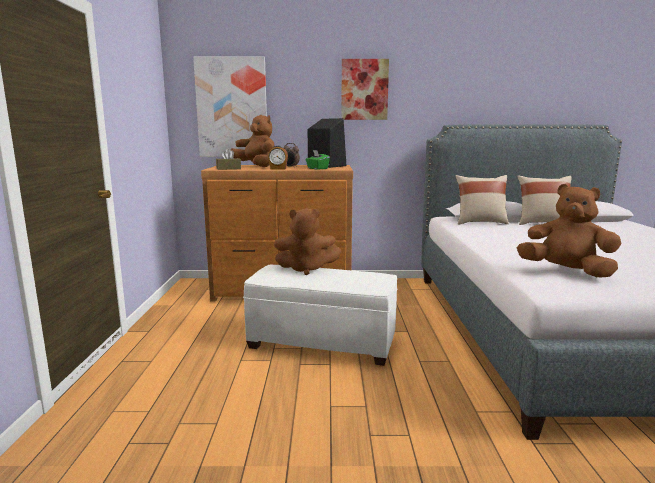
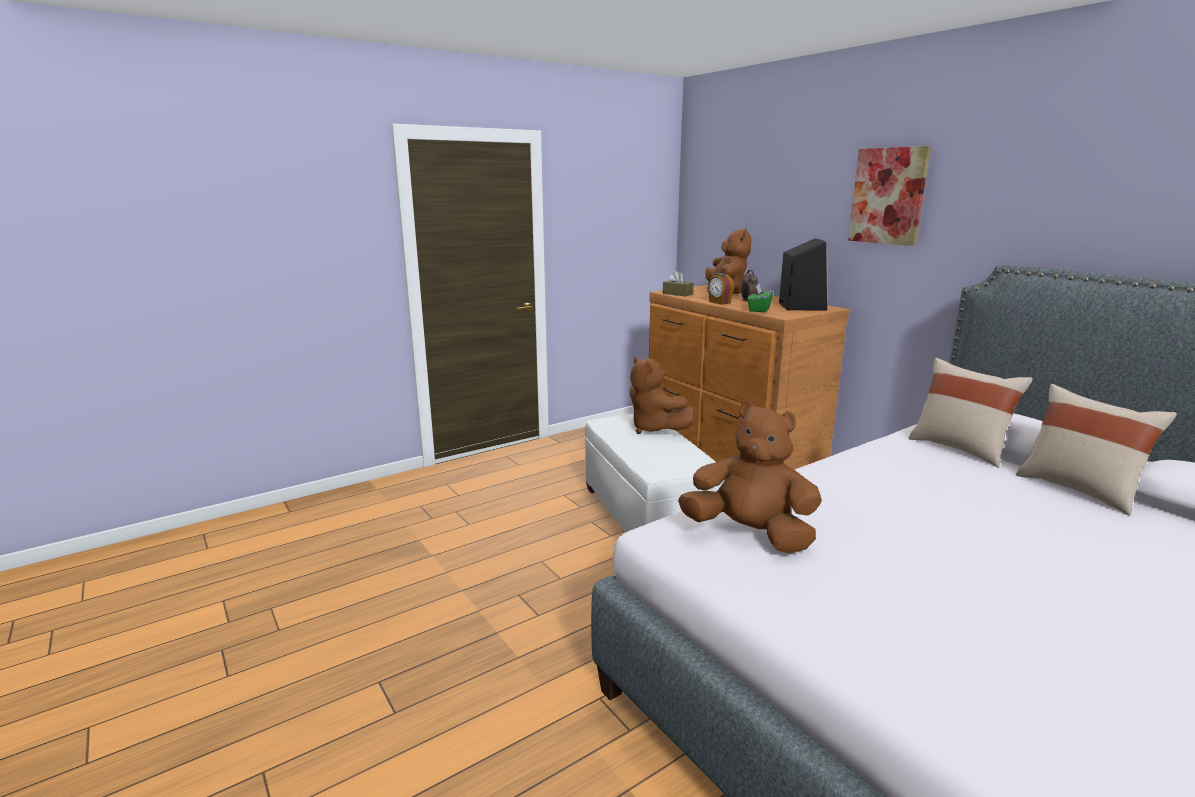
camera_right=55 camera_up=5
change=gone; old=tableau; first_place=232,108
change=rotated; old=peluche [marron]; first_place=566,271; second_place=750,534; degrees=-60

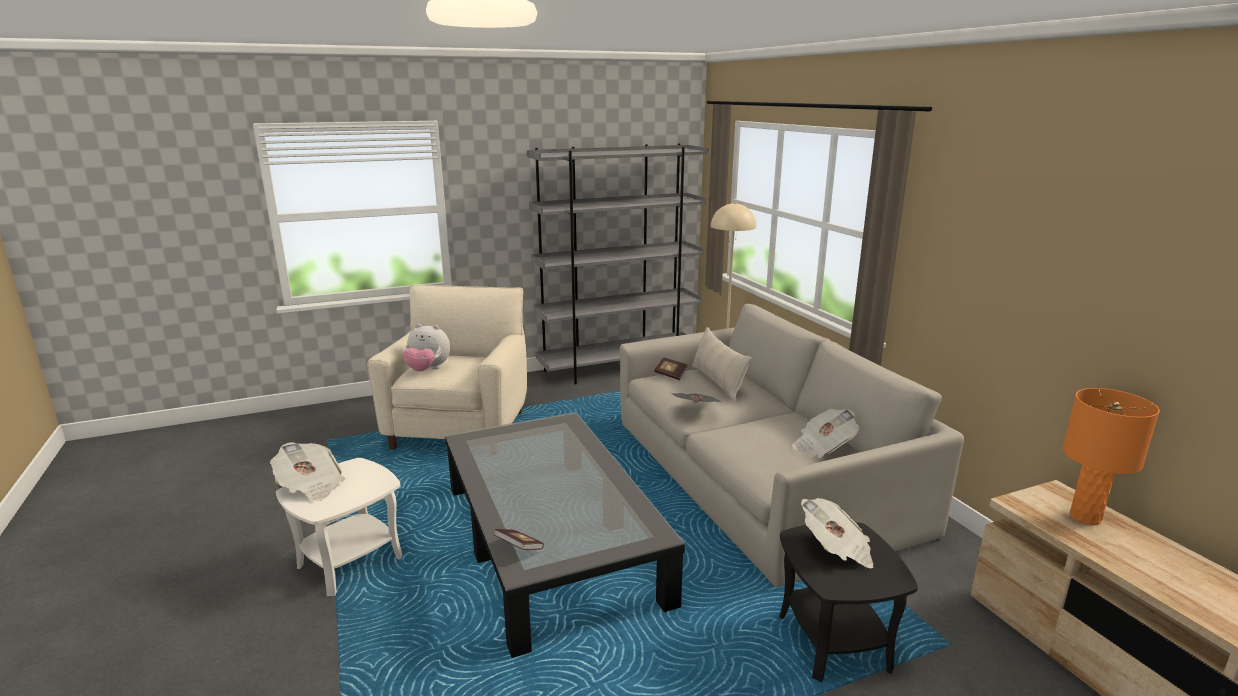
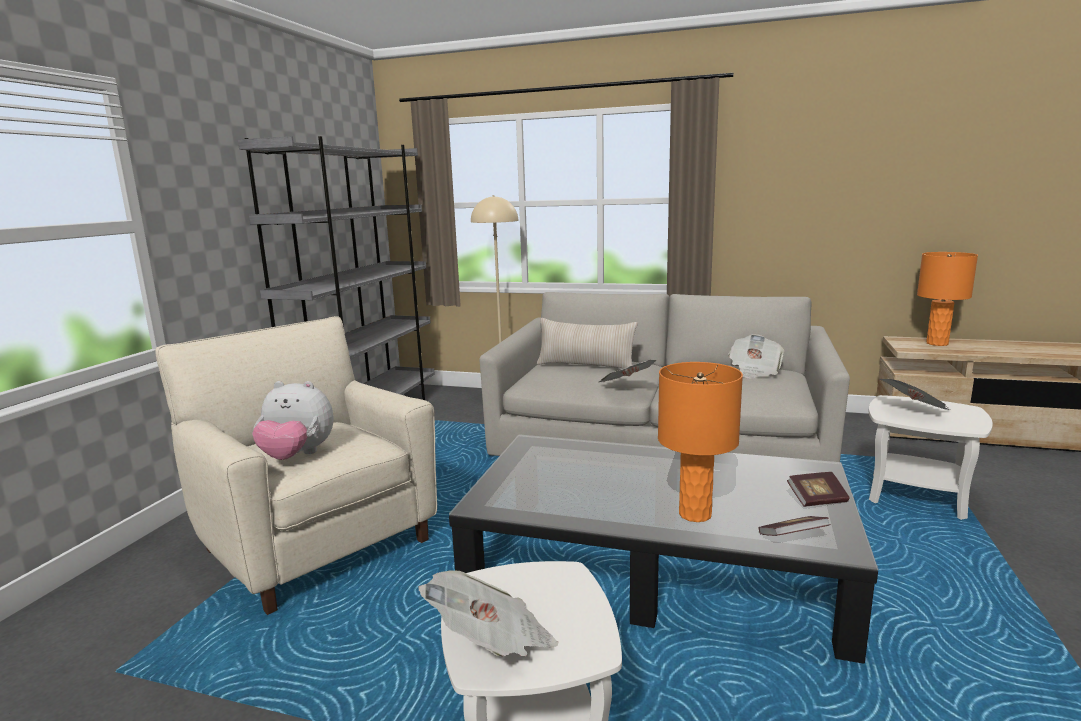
camera_right=-50 camera_up=-5
change=rotated; old=peluche; first_place=428,370; second_place=297,456; degrees=45
change=shifted; old=livre; first_place=671,374; second_place=817,500
change=repainted; old=table d'appoint [noir]; new=table d'appoint [blanc]; first_place=834,642; second_place=917,496
change=new; new=lampe de table [orange]; second_place=695,514

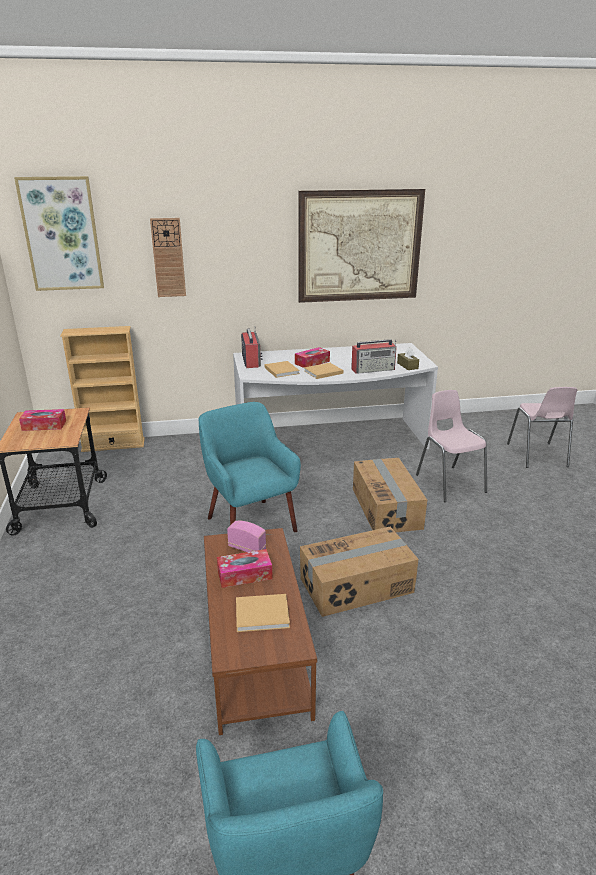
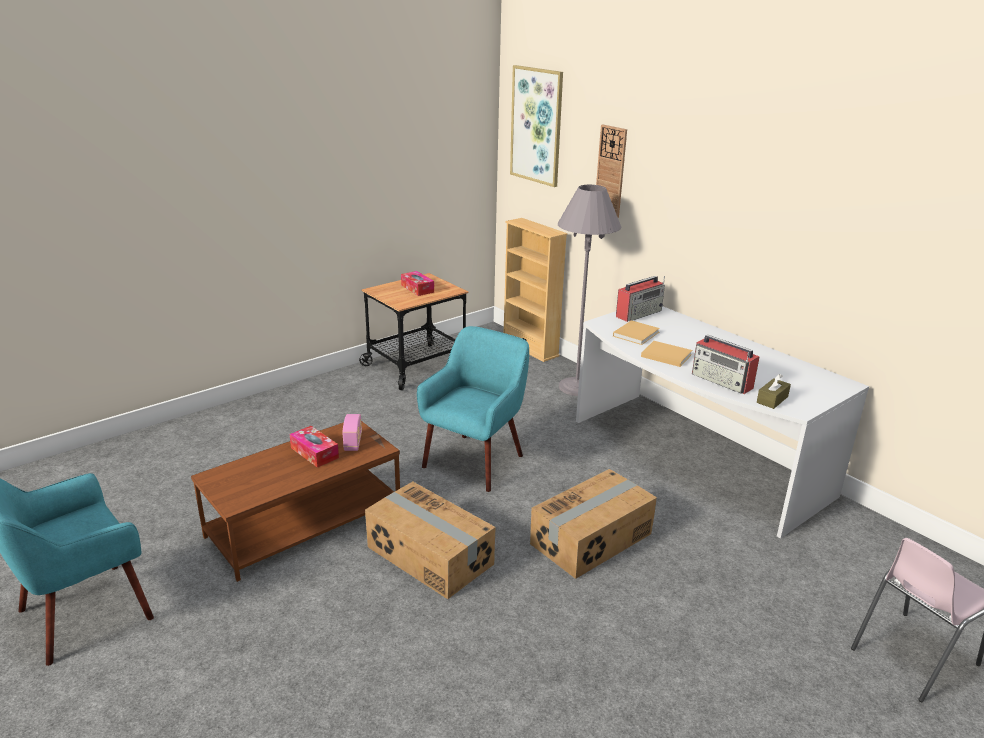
camera_right=60 camera_up=0
change=gone; old=tableau; first_place=359,246
change=gone; old=boîte à mouchoirs; first_place=312,362
change=gone; old=chaise [rose]; first_place=449,483
change=gone; old=livre [beige]; first_place=264,614
change=new; new=lampadaire [gris]; second_place=576,387

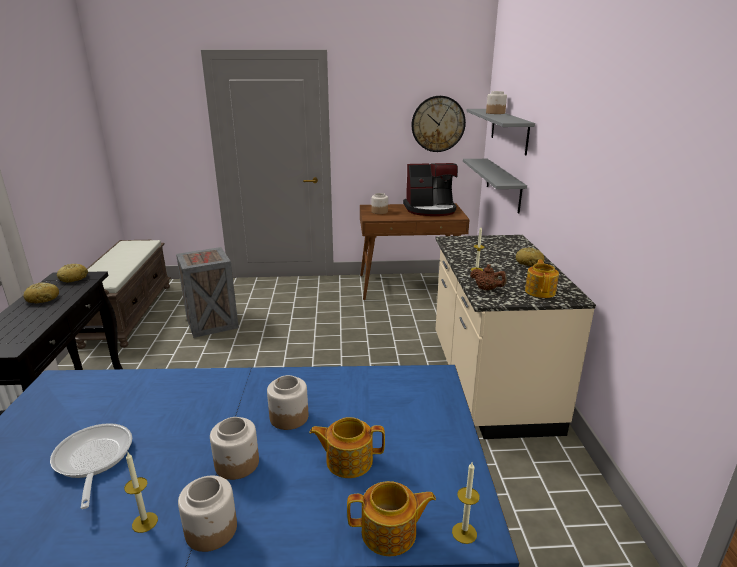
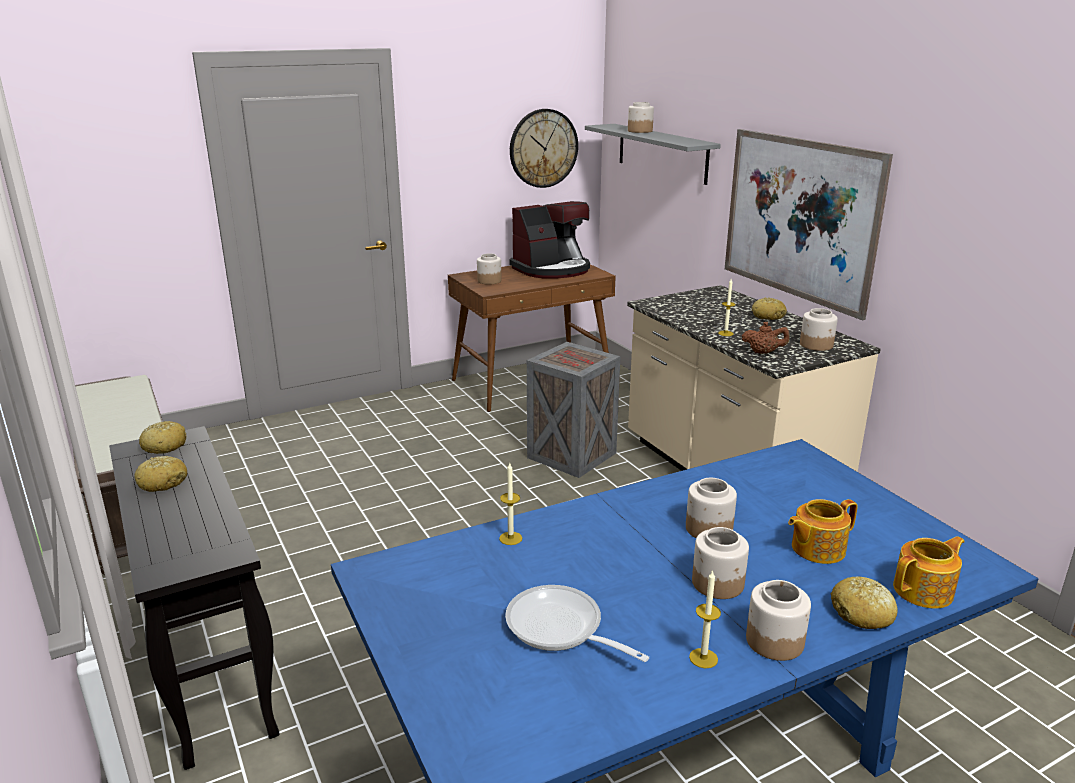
camera_right=-25 camera_up=0
change=gone; old=étagère [gris]; first_place=503,184
change=shifted; old=caisse; first_place=213,322; second_place=571,454
change=swapped; old=théière; new=bocal; first_place=540,291; second_place=816,345
change=shifted; old=bougie; first_place=464,533; second_place=510,538
change=new; new=tableau; second_place=799,218
change=new; new=pain; second_place=862,613

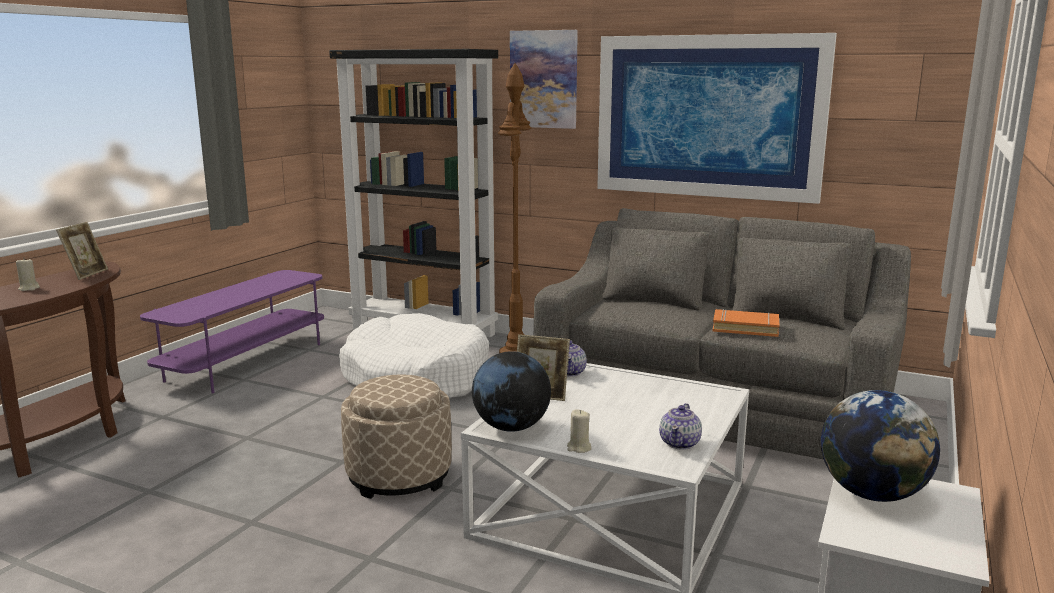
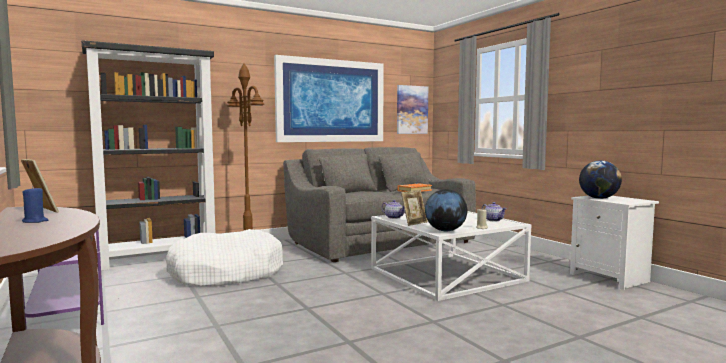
camera_right=-55 camera_up=-10
change=shifted; old=tableau; first_place=544,79; second_place=411,110
change=repainted; old=bougie [beige]; new=bougie [bleu]; first_place=29,288; second_place=35,221
change=gone; old=pouf [beige]; first_place=399,475

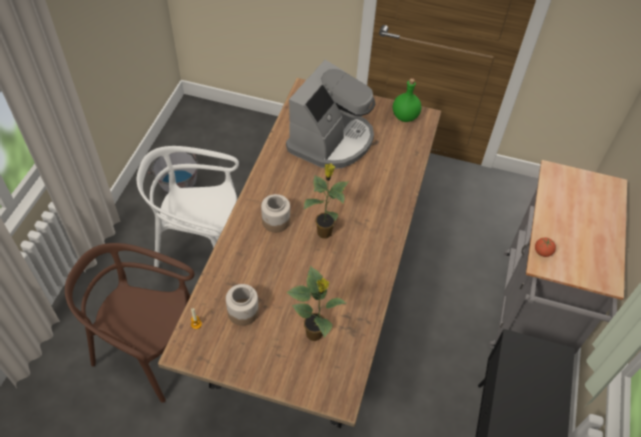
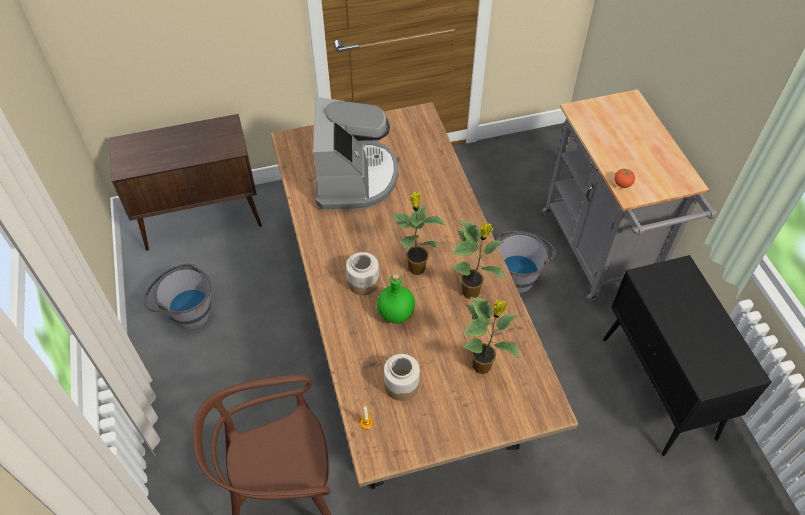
camera_right=-30 camera_up=0
change=shifted; old=bouteille [vert]; first_place=405,117; second_place=396,314
change=gone; old=chaise [blanc]; first_place=201,248
change=new; new=meuble de rangement [marron]; second_place=203,219
change=new; new=plante en pot; second_place=472,292
change=new; new=seau [gris]; second_place=519,273

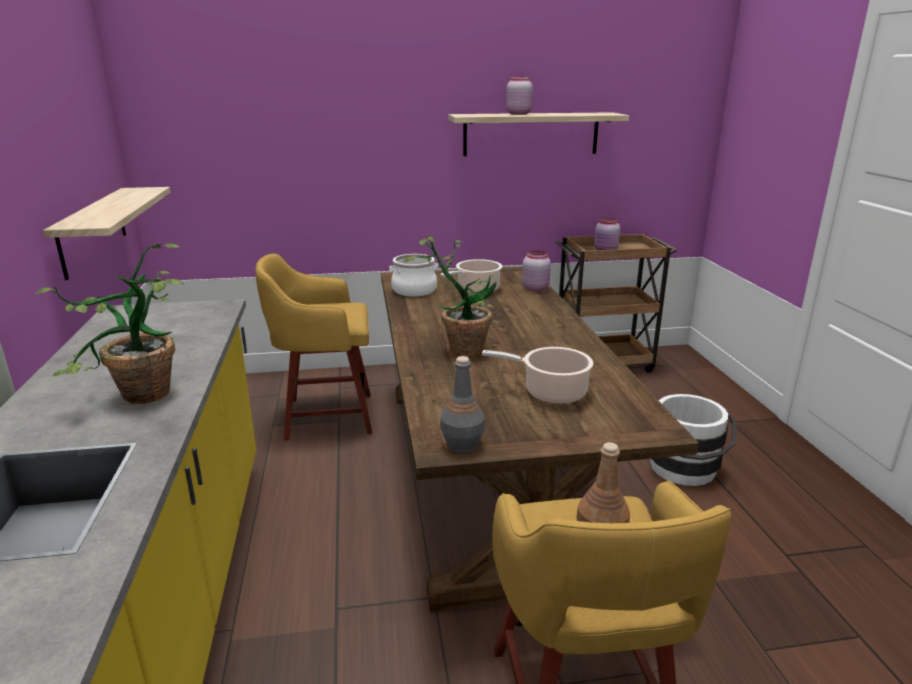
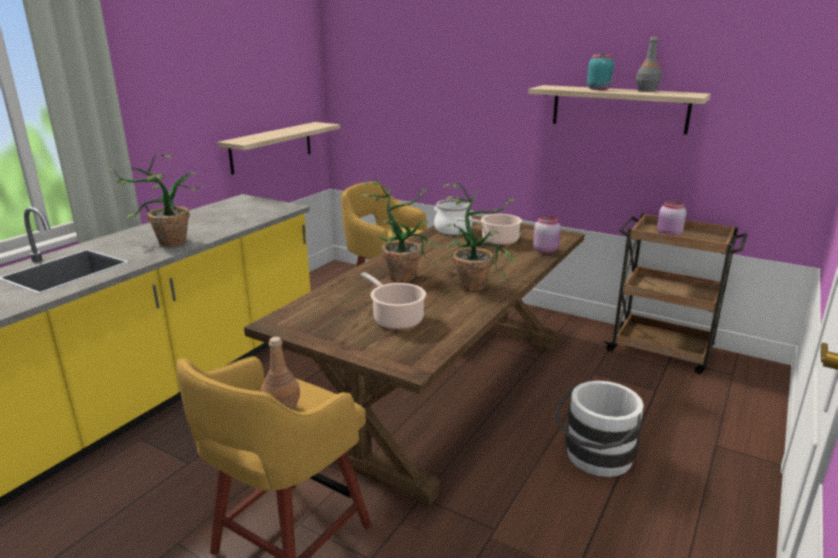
camera_right=40 camera_up=0
change=repainted; old=bocal [rose]; new=bocal [turquoise]; first_place=518,114; second_place=598,89
change=shifted; old=bouteille [gris]; first_place=462,444; second_place=646,91
change=new; new=plante en pot; second_place=476,283

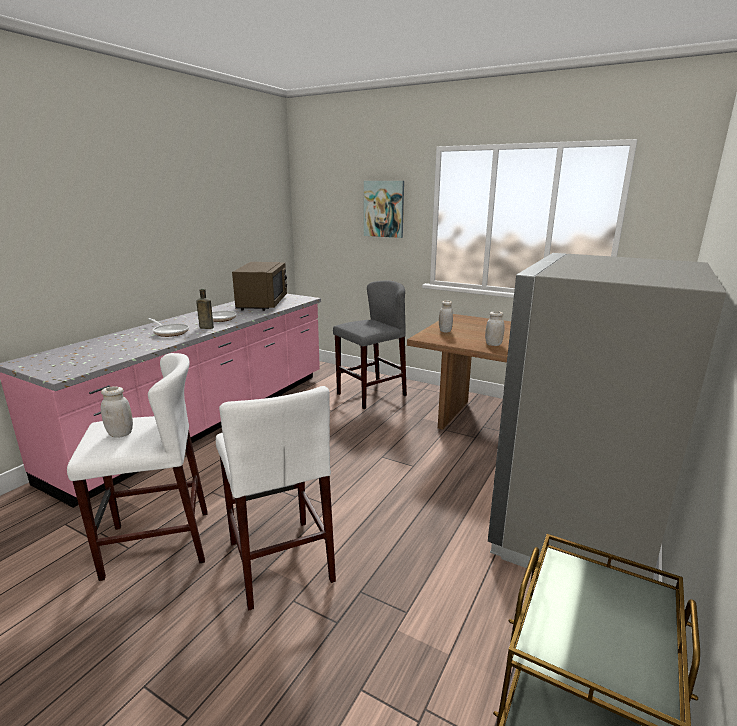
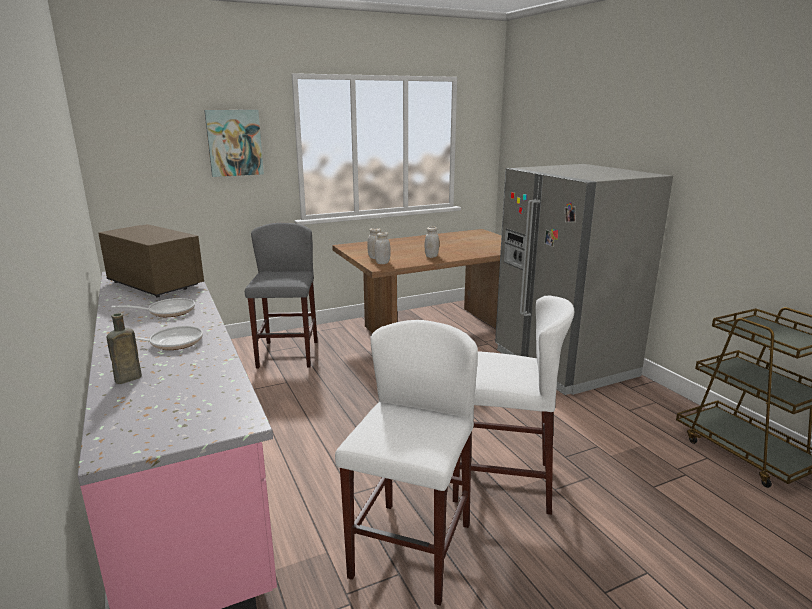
camera_right=-55 camera_up=0
change=shifted; old=bouteille [marron]; first_place=205,327; second_place=126,379
change=shifted; old=bocal [blanc]; first_place=120,434; second_place=382,263

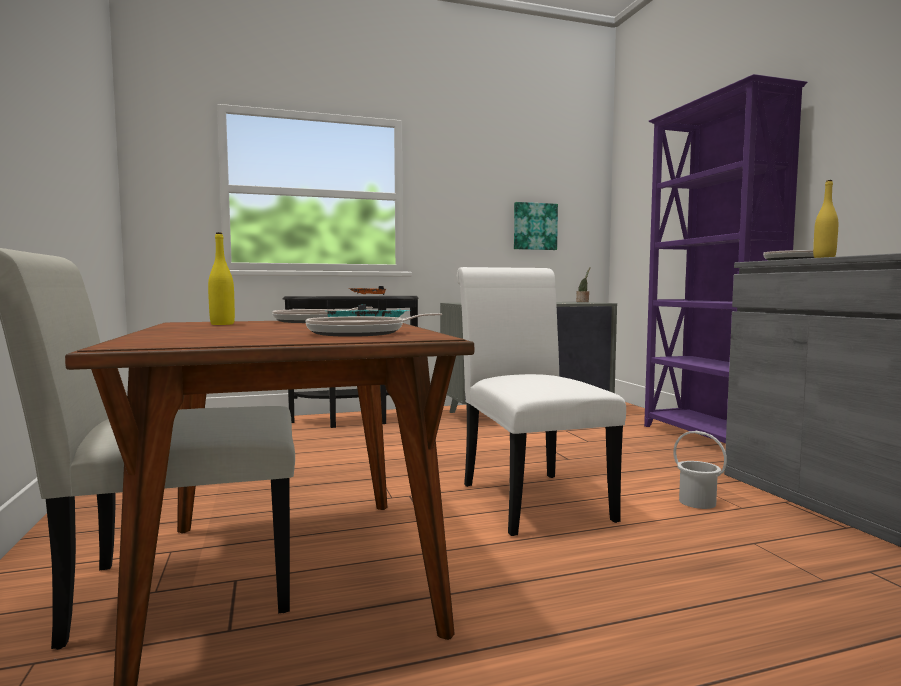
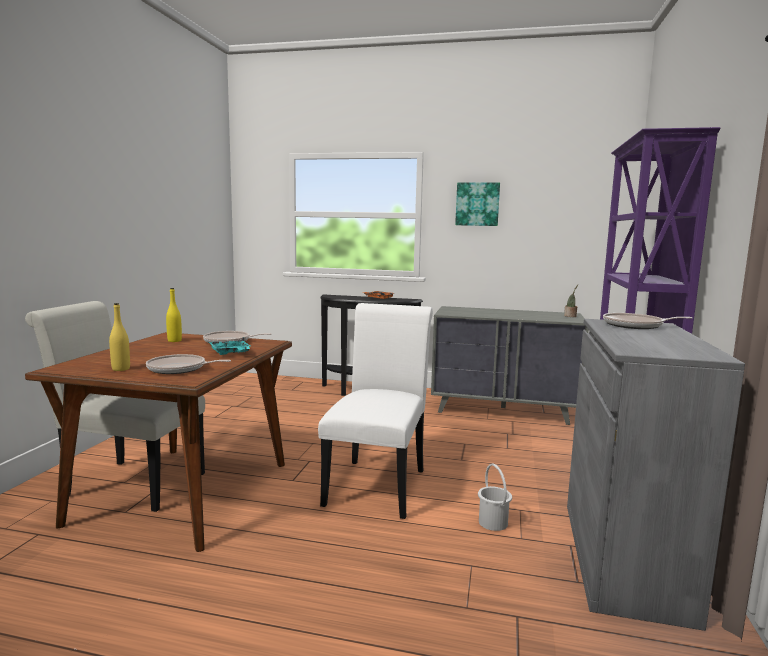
camera_right=30 camera_up=5
change=shifted; old=bouteille [jaune]; first_place=824,257; second_place=121,369
change=shifted; old=tableau; first_place=534,226; second_place=477,204

